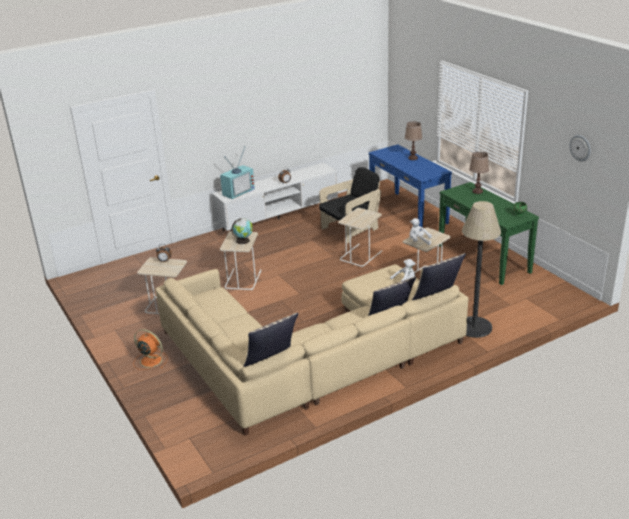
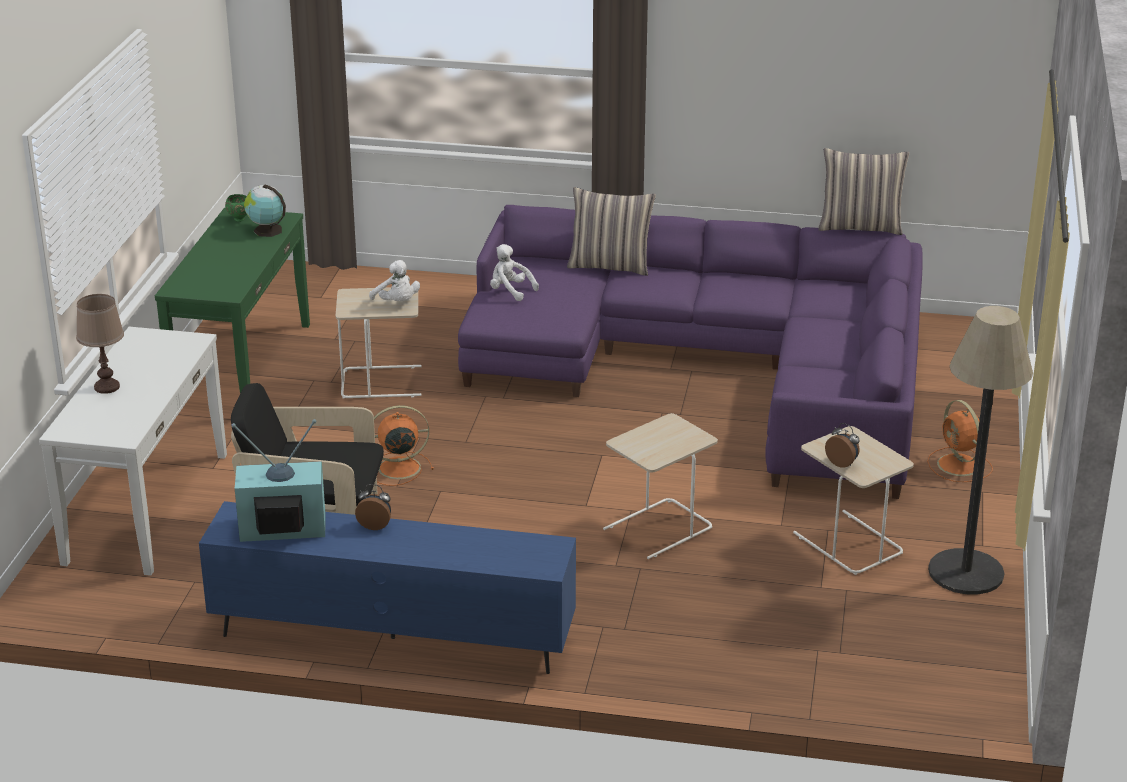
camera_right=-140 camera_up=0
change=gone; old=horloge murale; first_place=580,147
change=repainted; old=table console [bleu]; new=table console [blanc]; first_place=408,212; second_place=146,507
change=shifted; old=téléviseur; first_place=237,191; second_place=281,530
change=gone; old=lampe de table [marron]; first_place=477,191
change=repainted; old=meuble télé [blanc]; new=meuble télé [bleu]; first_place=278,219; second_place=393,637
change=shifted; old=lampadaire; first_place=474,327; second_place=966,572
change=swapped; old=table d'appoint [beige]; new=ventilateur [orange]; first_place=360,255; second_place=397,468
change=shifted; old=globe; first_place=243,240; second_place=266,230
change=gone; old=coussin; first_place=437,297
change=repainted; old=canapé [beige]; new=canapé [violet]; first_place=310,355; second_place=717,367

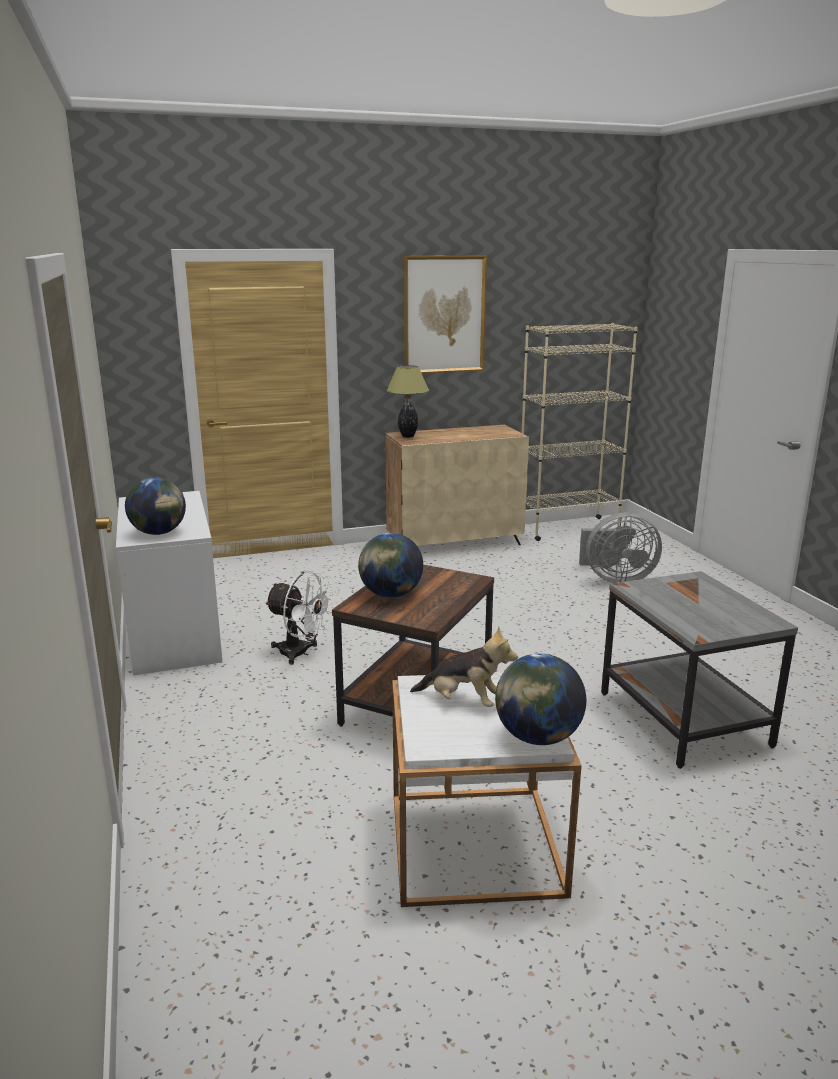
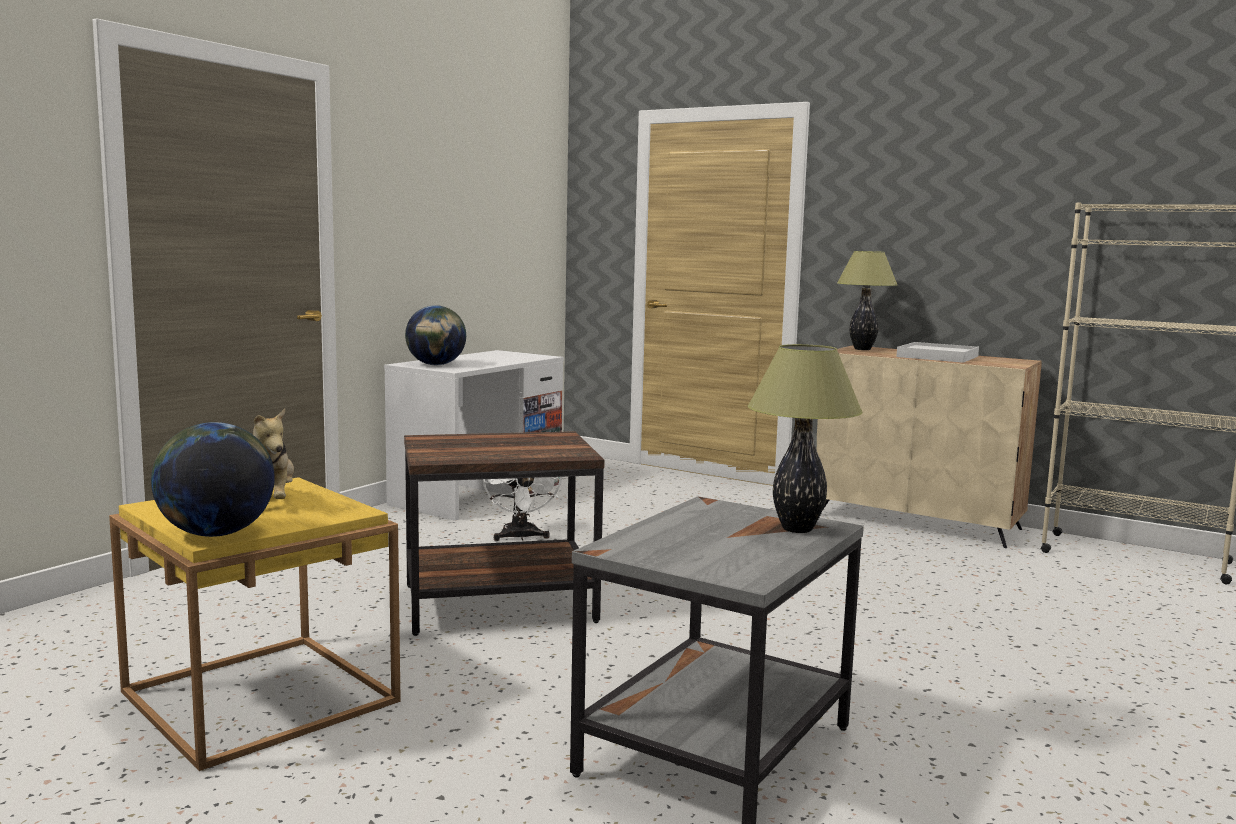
camera_right=50 camera_up=-10
change=gone; old=tableau; first_place=444,315
change=gone; old=ventilateur [gris]; first_place=615,579
change=gone; old=globe; first_place=390,595
change=repainted; old=table d'appoint [blanc]; new=table d'appoint [jaune]; first_place=474,843; second_place=260,697
change=new; new=plateau [blanc]; second_place=938,356
change=new; new=lampe de table; second_place=797,529

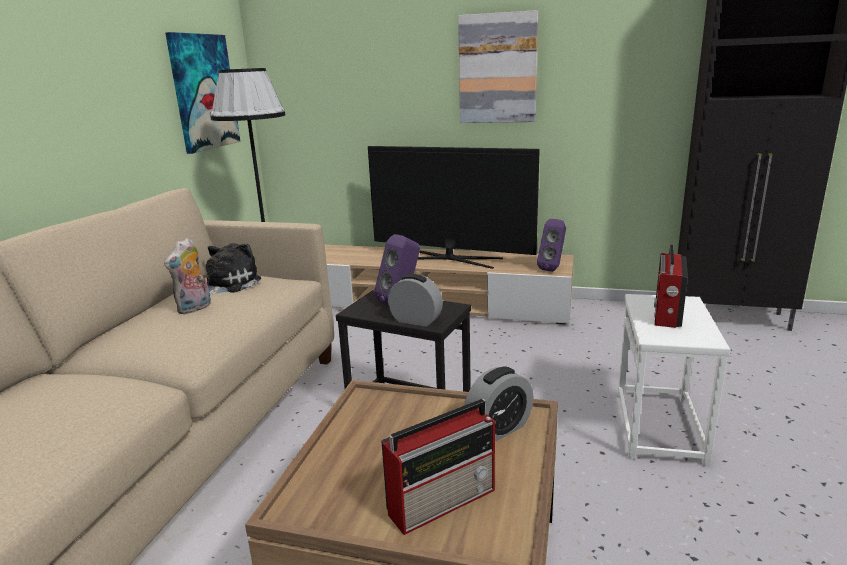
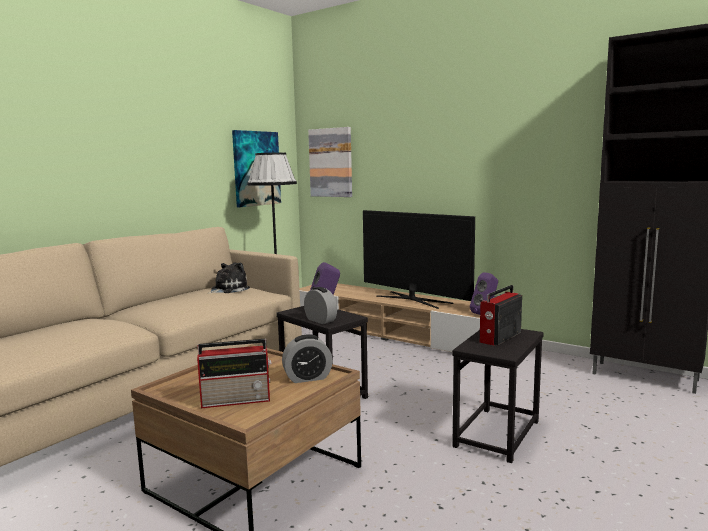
camera_right=20 camera_up=-10
change=shifted; old=tableau; first_place=497,69; second_place=331,162
change=gone; old=peluche; first_place=195,308
change=repainted; old=table d'appoint [blanc]; new=table d'appoint [noir]; first_place=660,427; second_place=498,434

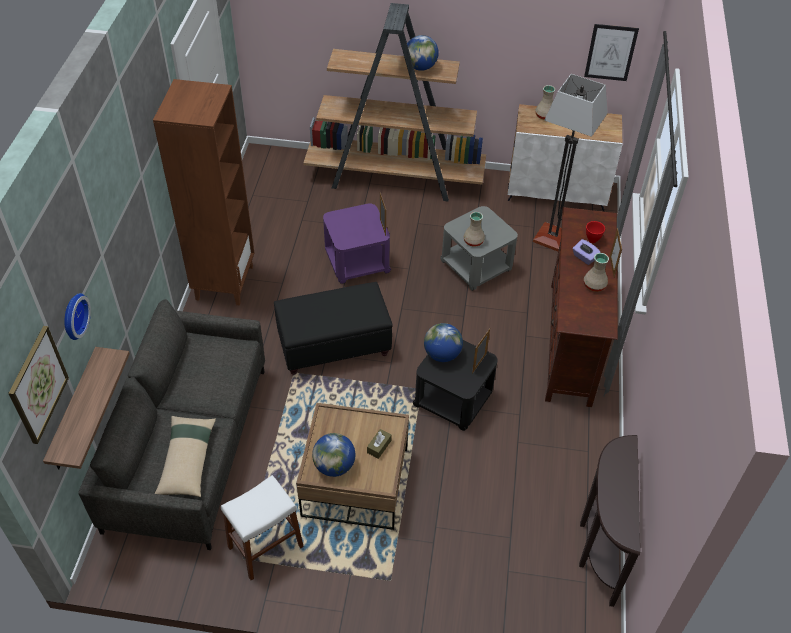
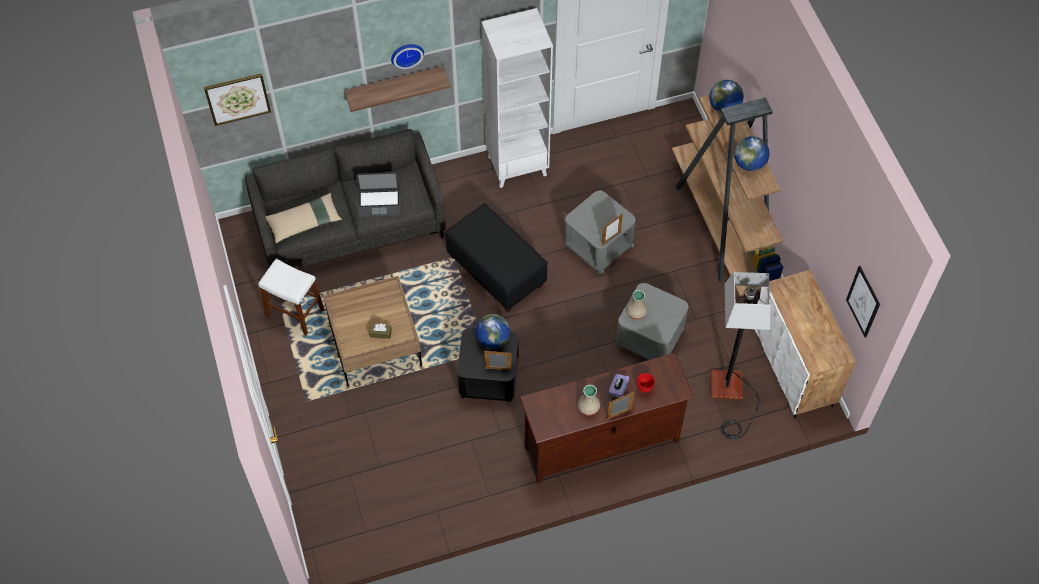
camera_right=65 camera_up=10
change=repainted; old=bibliothèque [marron]; new=bibliothèque [blanc]; first_place=224,282; second_place=517,165
change=gone; old=vase [beige]; first_place=544,116
change=repainted; old=table d'appoint [violet]; new=table d'appoint [gris]; first_place=356,261; second_place=598,245
change=shifted; old=horloge murale; first_place=73,316; second_place=406,53
change=shifted; old=étagère; first_place=74,411; second_place=394,86
change=shifted; old=globe; first_place=334,466; second_place=724,107
change=gone; old=table console [marron]; first_place=597,548
change=new; new=ordinateur portable; second_place=379,203

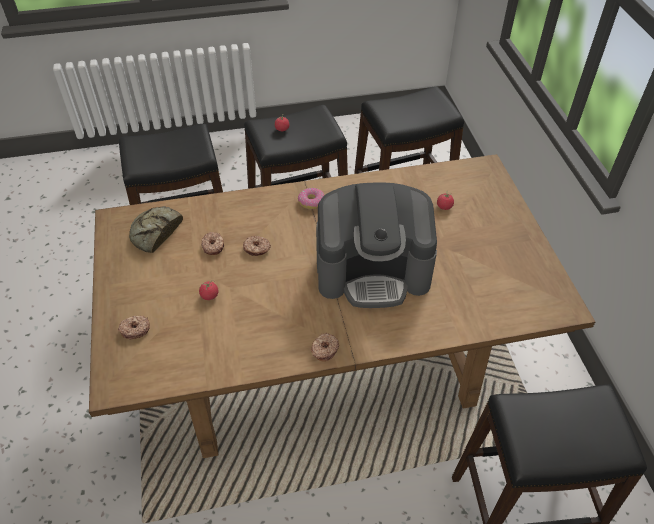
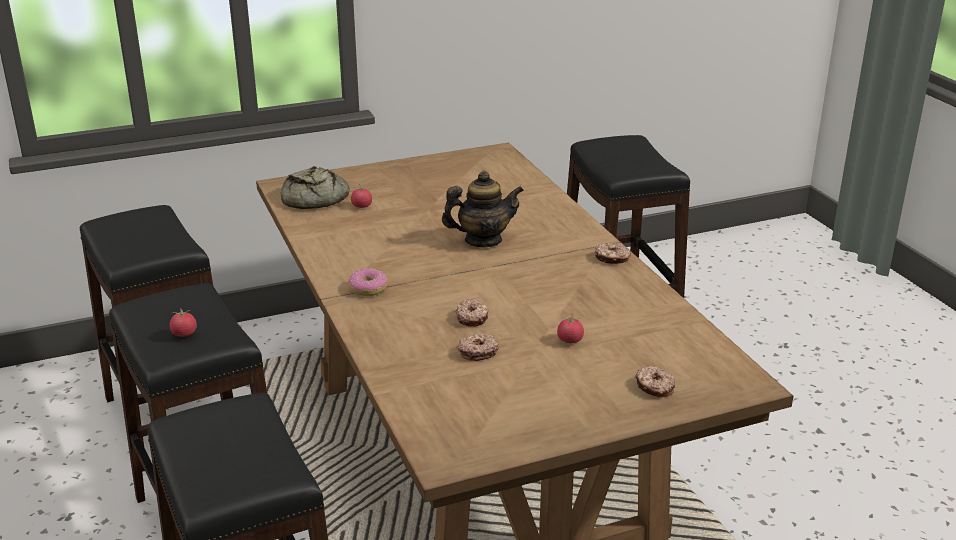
camera_right=-100 camera_up=-20
change=swapped; old=machine à café; new=théière; first_place=373,270; second_place=483,240
change=shifted; old=pain; first_place=155,233; second_place=313,199

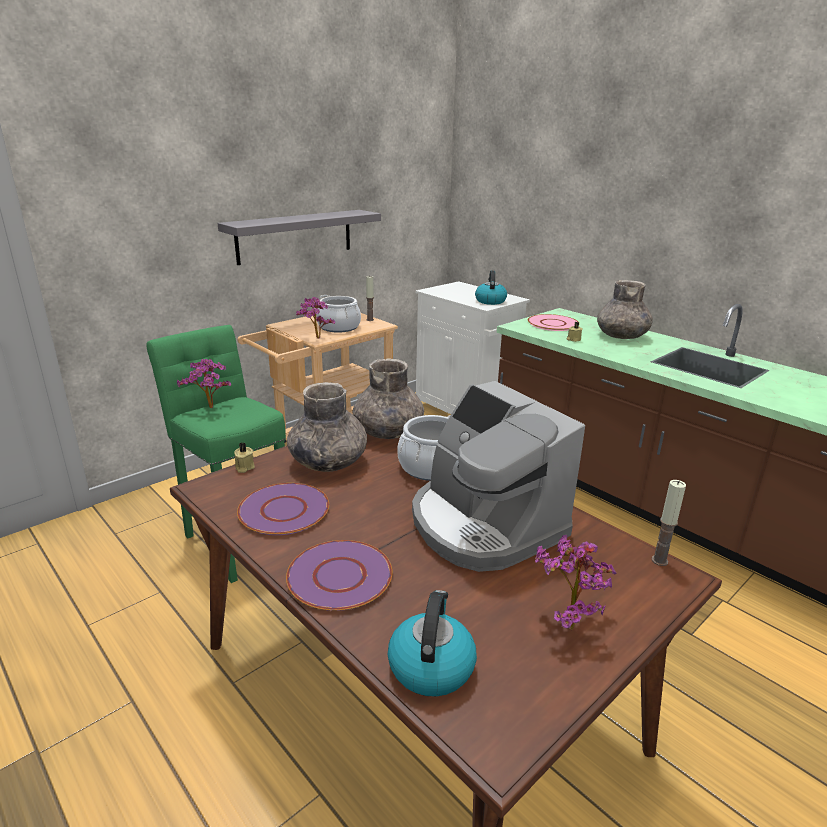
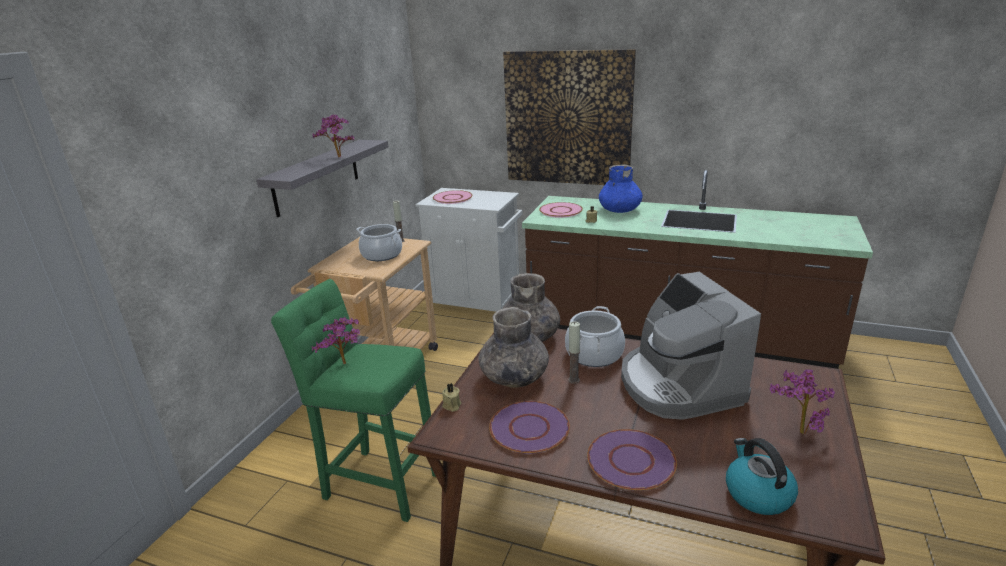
camera_right=-25 camera_up=0
change=gone; old=bouilloire; first_place=490,301
change=repainted; old=vase [gris]; new=vase [bleu]; first_place=621,336; second_place=619,210
change=shifted; old=plante en pot; first_place=316,339; second_place=338,158
change=rotated; old=machine à café; first_place=484,524; second_place=678,385; degrees=45
change=shifted; old=bougie; first_place=659,560; second_place=574,380
change=new; new=tableau; second_place=567,119
change=new; new=assiette [rose]; second_place=452,198

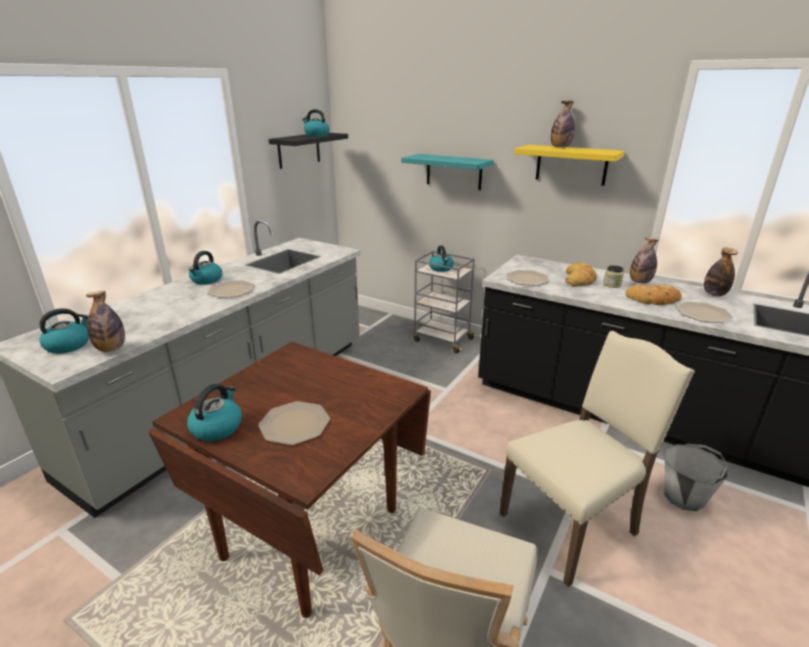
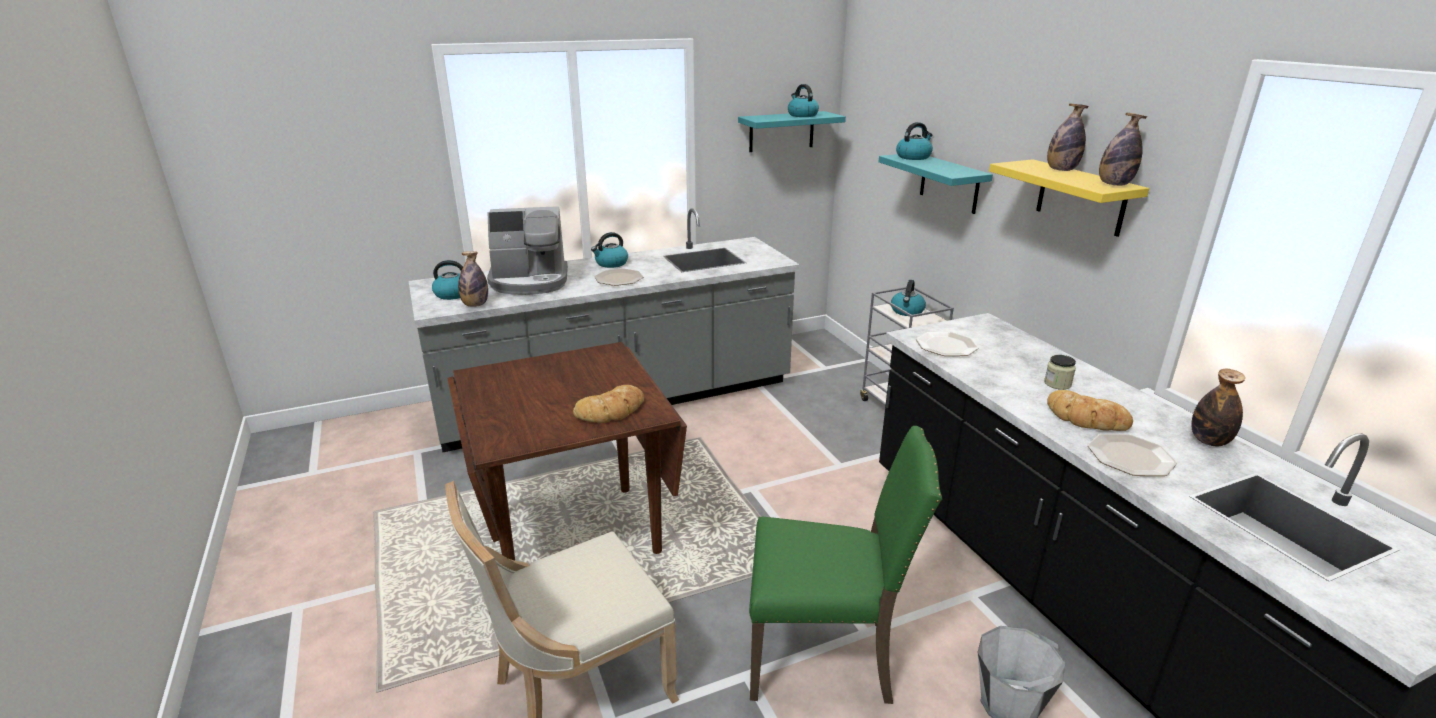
camera_right=35 camera_up=0
change=repainted; old=étagère [noir]; new=étagère [turquoise]; first_place=299,150; second_place=781,131
change=shifted; old=bouteille; first_place=640,282; second_place=1114,184
change=shifted; old=pain; first_place=579,279; second_place=612,410
change=repainted; old=chaise [beige]; new=chaise [vert]; first_place=572,524; second_place=824,655
change=shifted; old=bouilloire; first_place=217,427; second_place=913,157
change=gone; old=assiette; first_place=295,424
change=new; new=machine à café; second_place=530,282

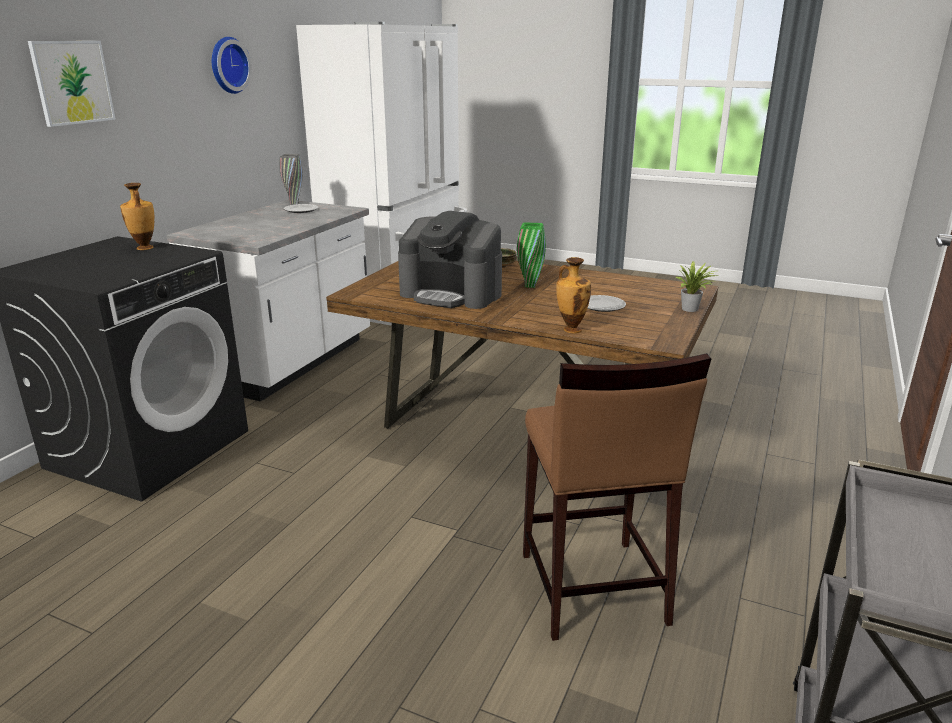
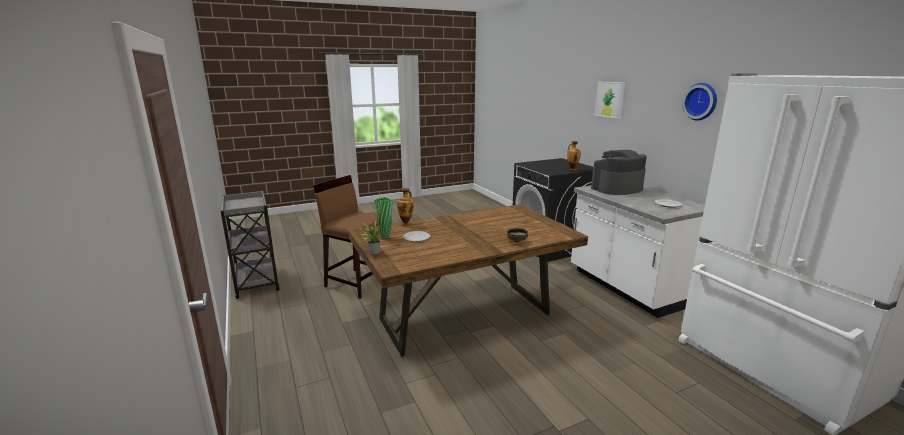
camera_right=130 camera_up=-5
change=gone; old=vase [gris]; first_place=294,203
change=shifted; old=machine à café; first_place=452,294; second_place=616,189
change=shifted; old=vase [vert]; first_place=530,285; second_place=385,236

